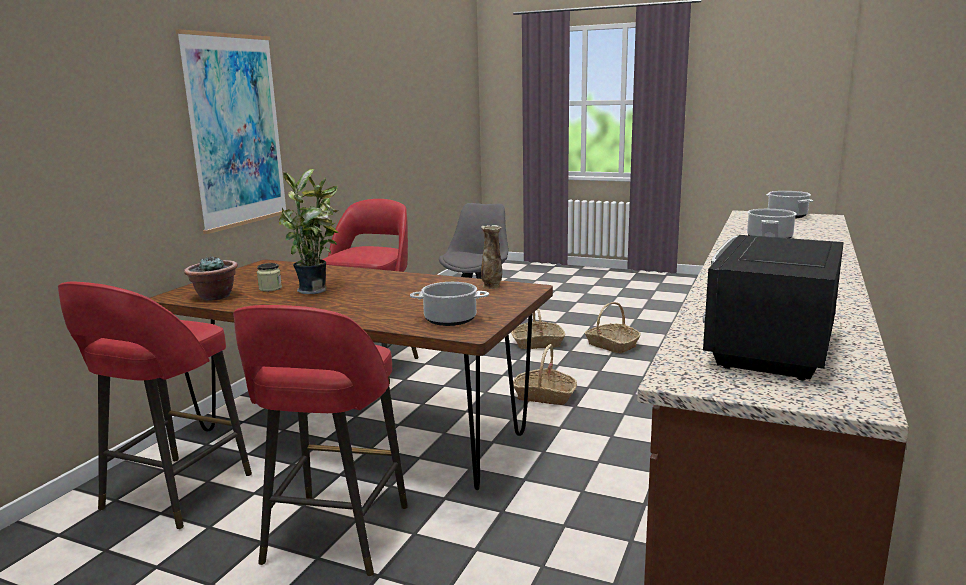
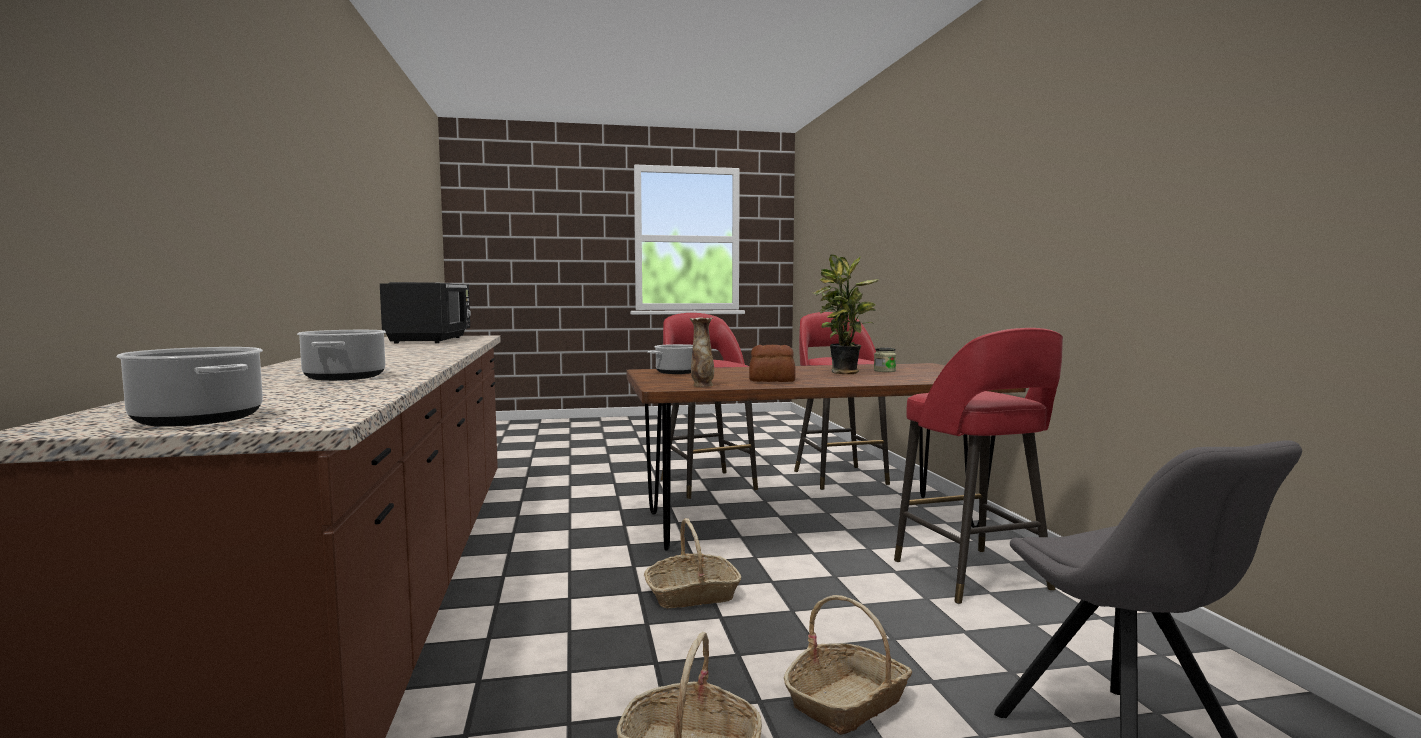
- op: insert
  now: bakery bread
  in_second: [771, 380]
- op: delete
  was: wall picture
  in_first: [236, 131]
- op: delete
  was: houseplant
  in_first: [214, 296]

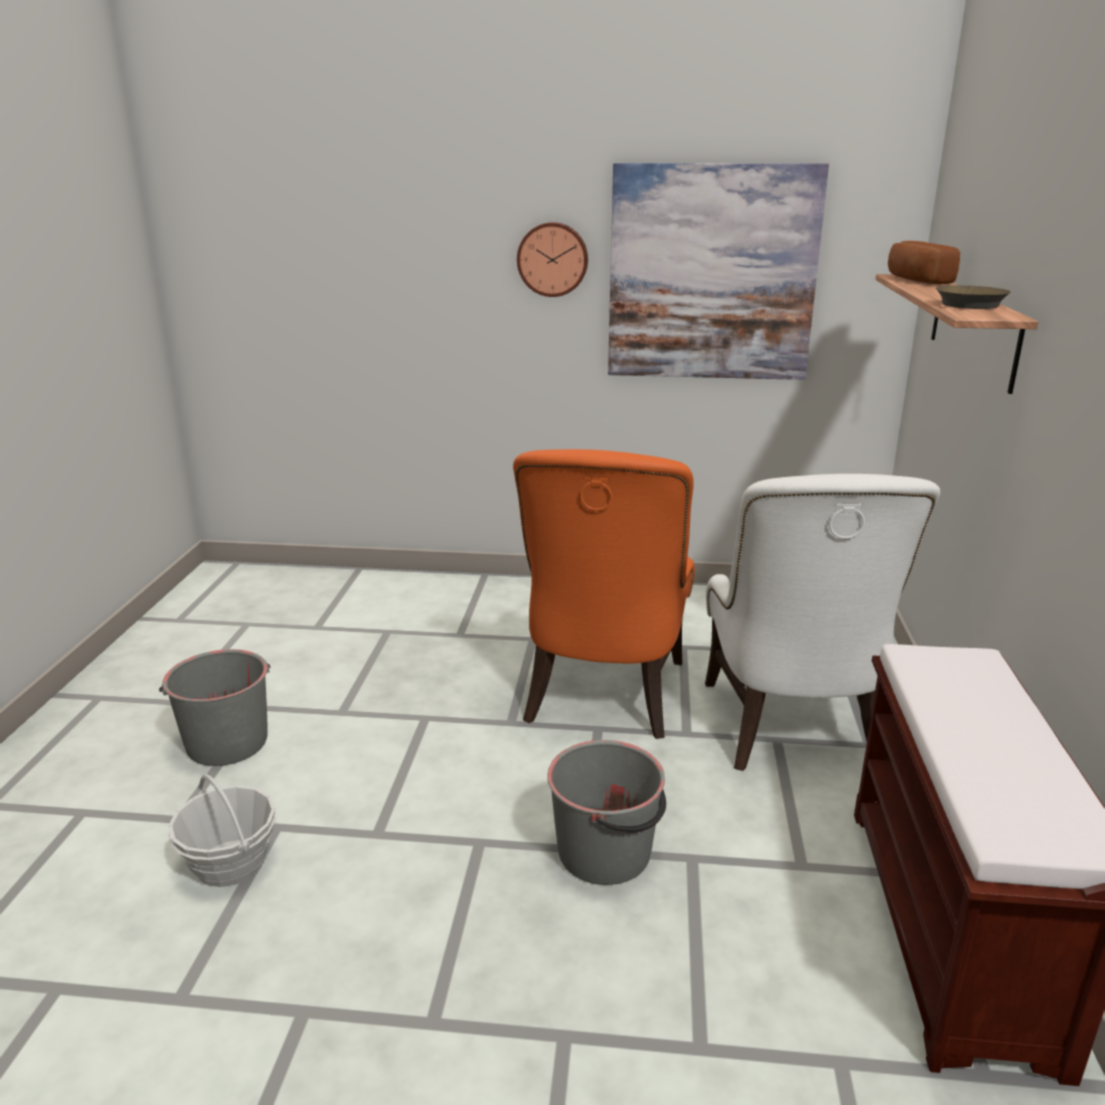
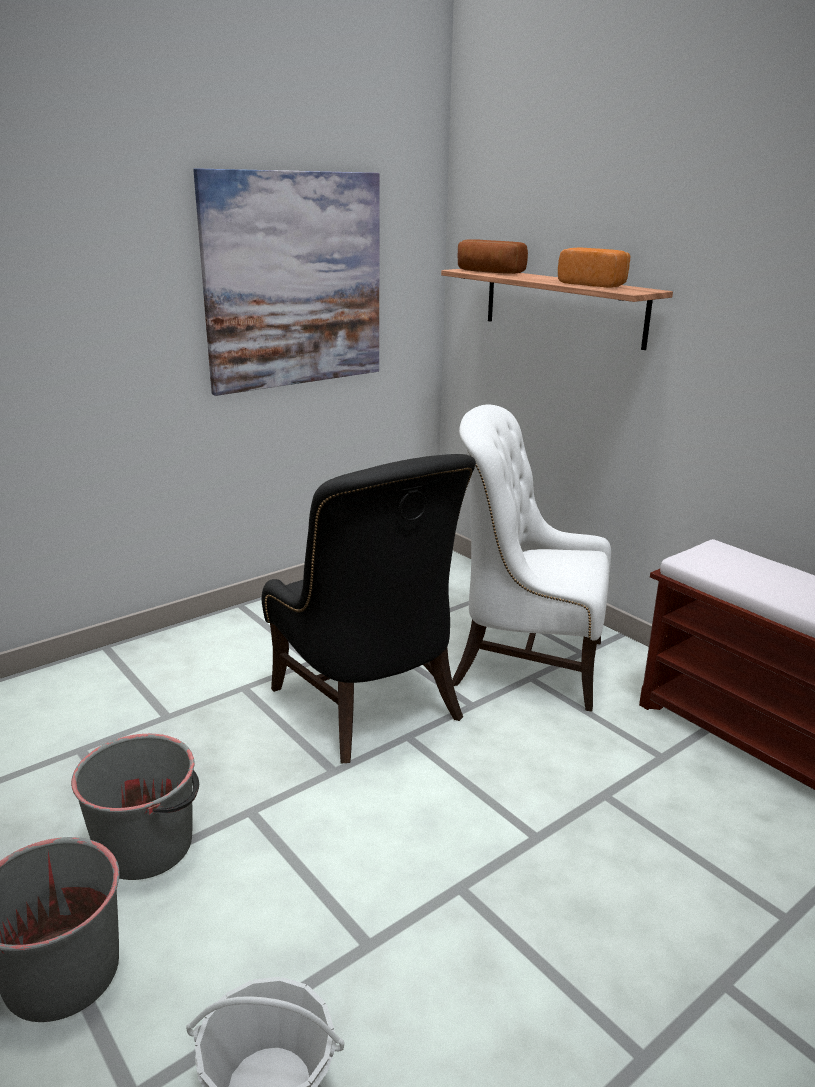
- op: move
  was: pail in gray
  in_first: [606, 853]
  in_second: [147, 845]
- op: recolor
  was: plain chair in orangey
  now: plain chair in black
  in_first: [604, 692]
  in_second: [369, 704]
- op: rotate
  was: plain chair in white-coloured
  in_first: [793, 726]
  in_second: [525, 663]
  clockwise: 150
- op: replace
  was: frying pan in brown-coloured
  now: bakery bread
  in_first: [968, 304]
  in_second: [594, 284]
- op: delete
  was: hanging clock
  in_first: [552, 259]

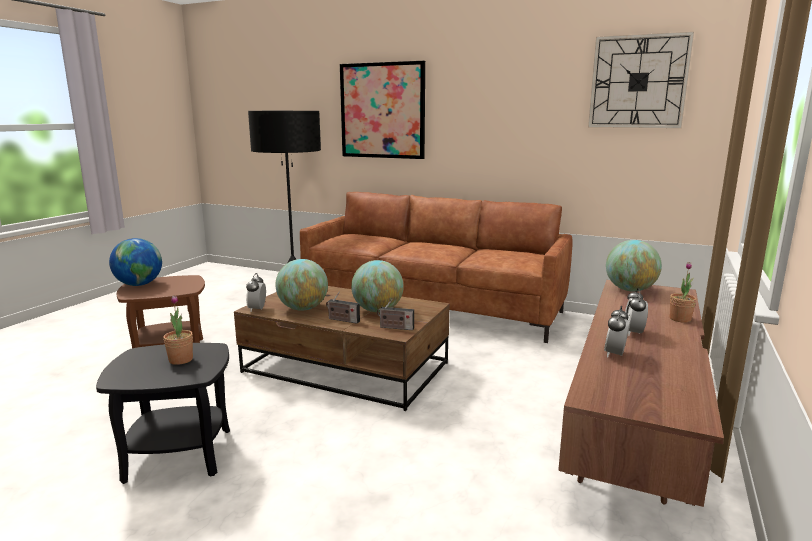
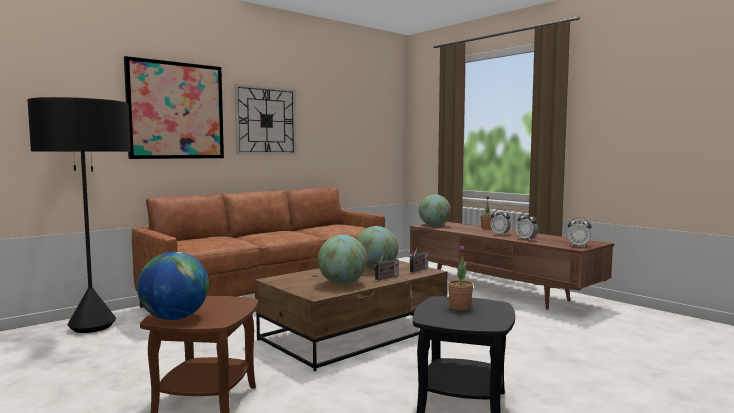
- op: move
  was: hanging clock
  in_first: [638, 82]
  in_second: [266, 121]
- op: move
  was: table clock
  in_first: [257, 309]
  in_second: [578, 246]

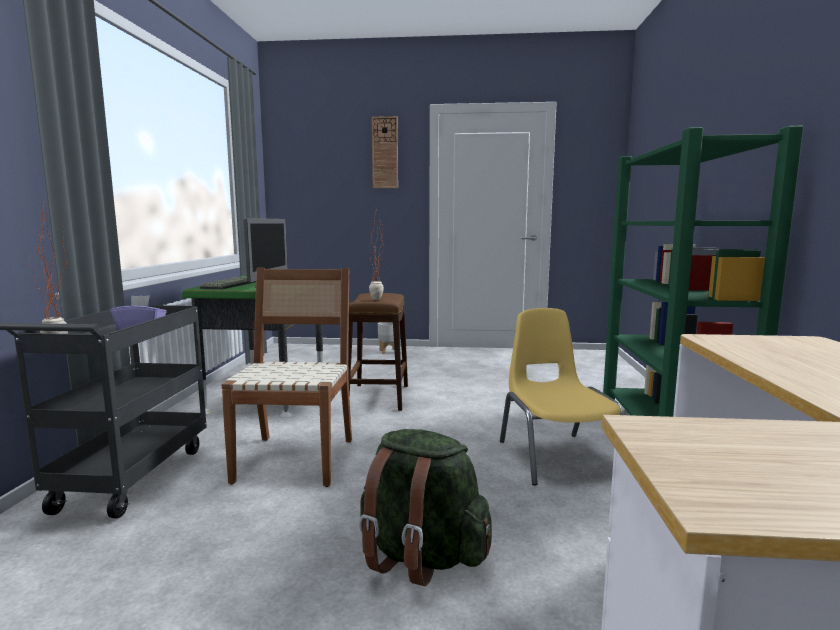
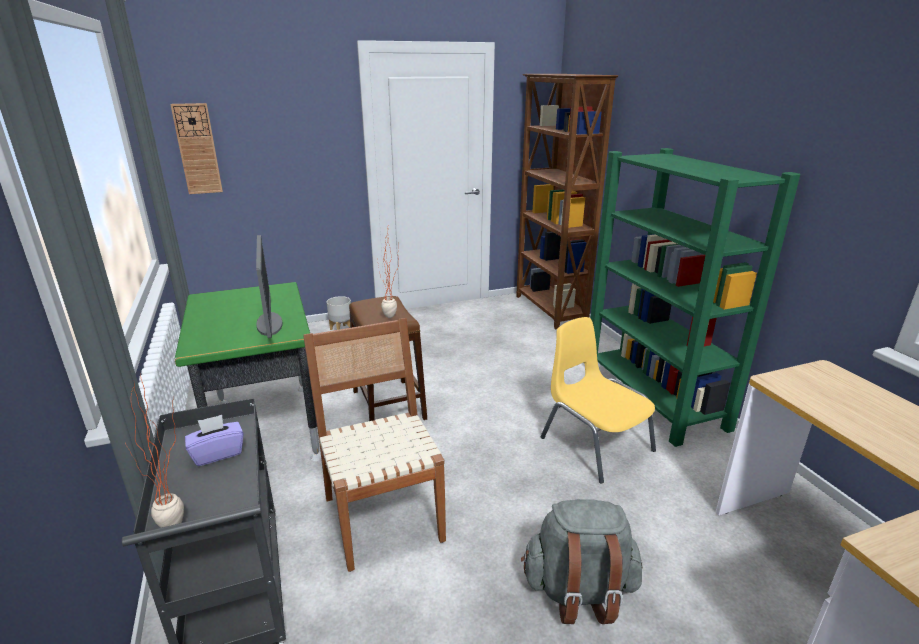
- op: move
  was: hanging clock
  in_first: [385, 152]
  in_second: [197, 149]
- op: insert
  now: shelving unit in brown-coloured
  in_second: [549, 310]
- op: recolor
  was: backpack in green-coloured
  now: backpack in gray
  in_first: [421, 556]
  in_second: [579, 591]
- op: delete
  was: computer keyboard
  in_first: [230, 284]

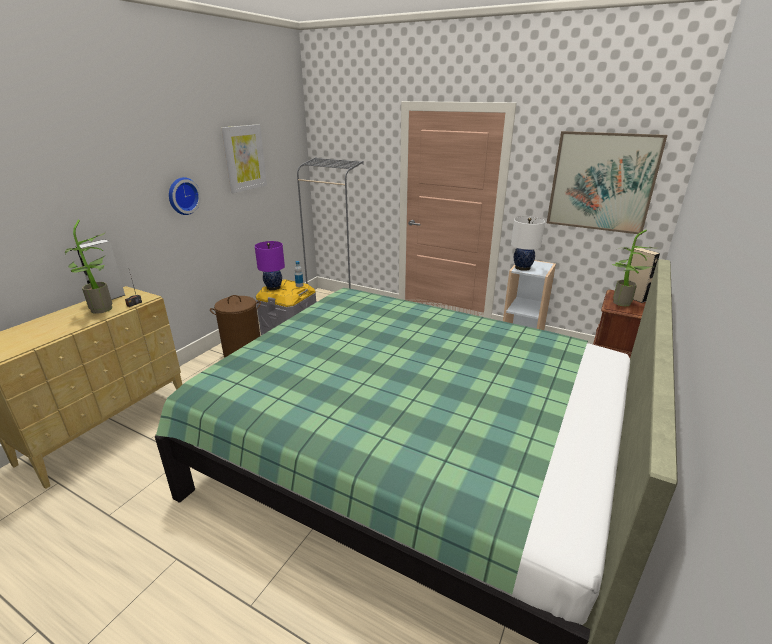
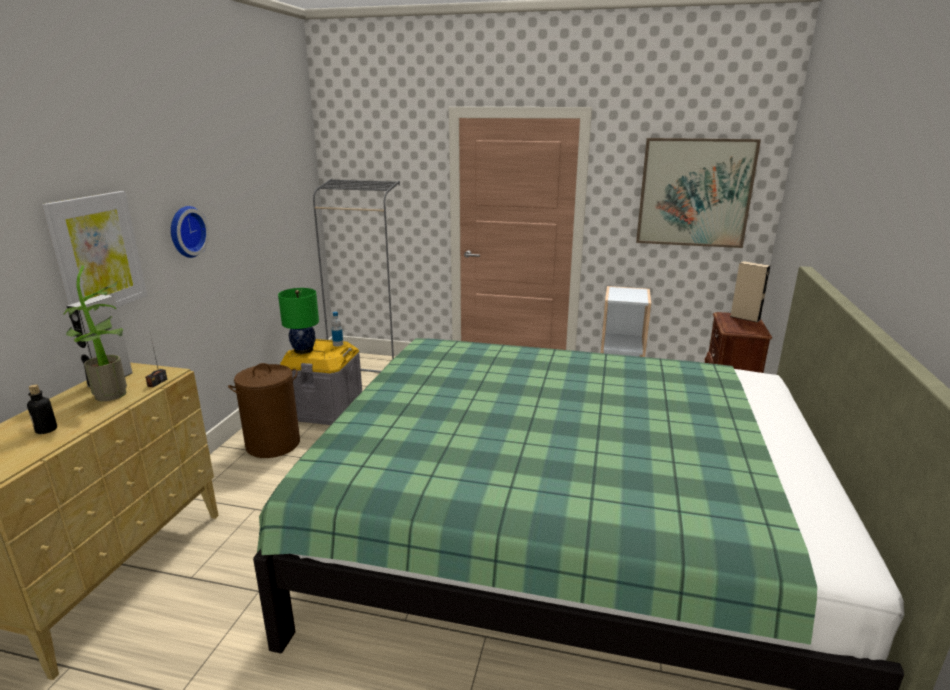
- op: insert
  now: beverage bottle
  in_second: [46, 430]
- op: move
  was: wall picture
  in_first: [244, 158]
  in_second: [97, 254]
- op: recolor
  was: tabletop lamp in purplish
  now: tabletop lamp in green-coloured
  in_first: [273, 287]
  in_second: [304, 350]
- op: delete
  was: tabletop lamp in white-coloured
  in_first: [522, 268]
- op: delete
  was: houseplant
  in_first: [620, 303]

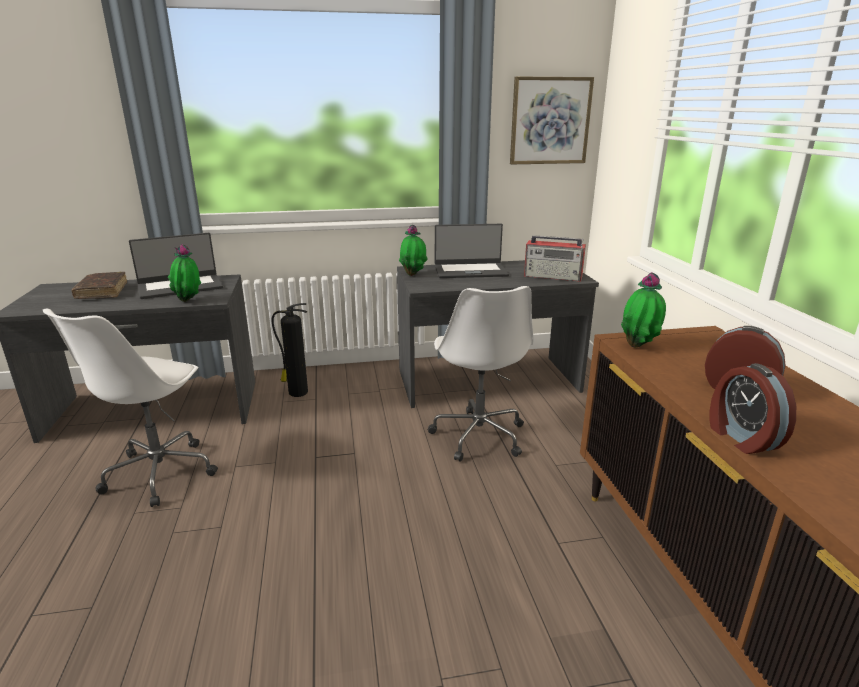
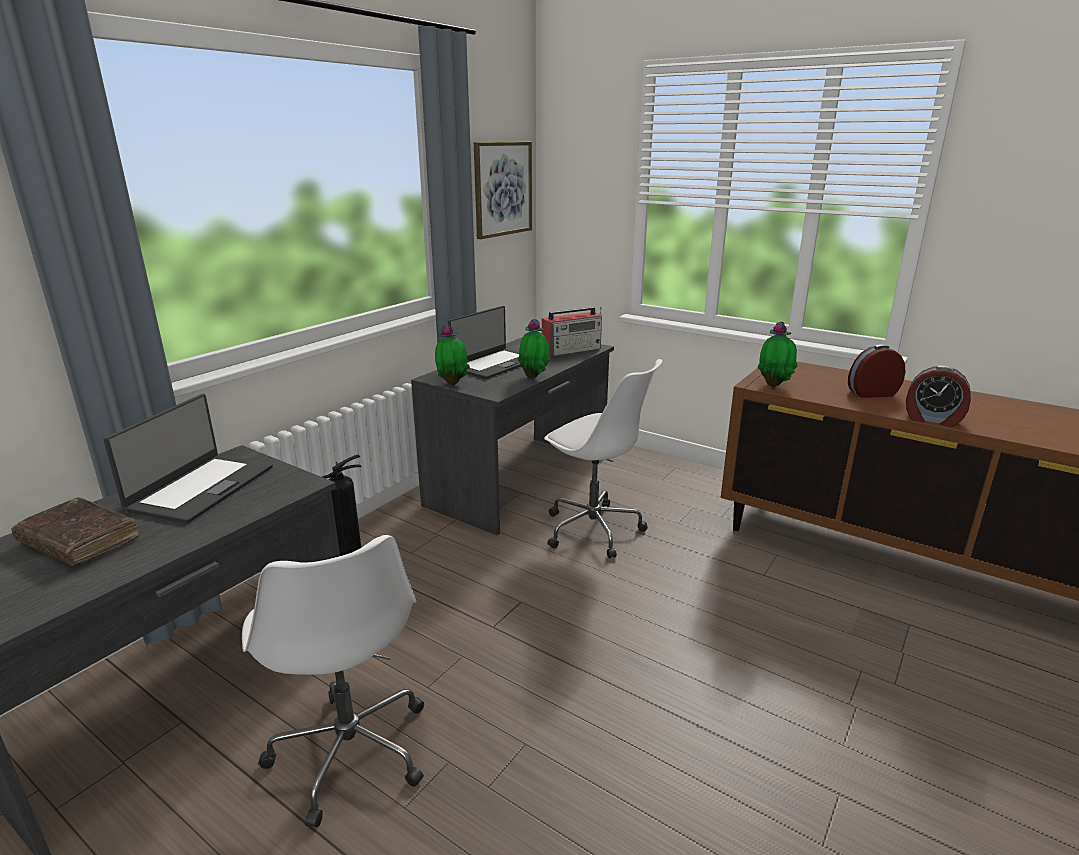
- op: move
  was: houseplant
  in_first: [189, 301]
  in_second: [534, 377]

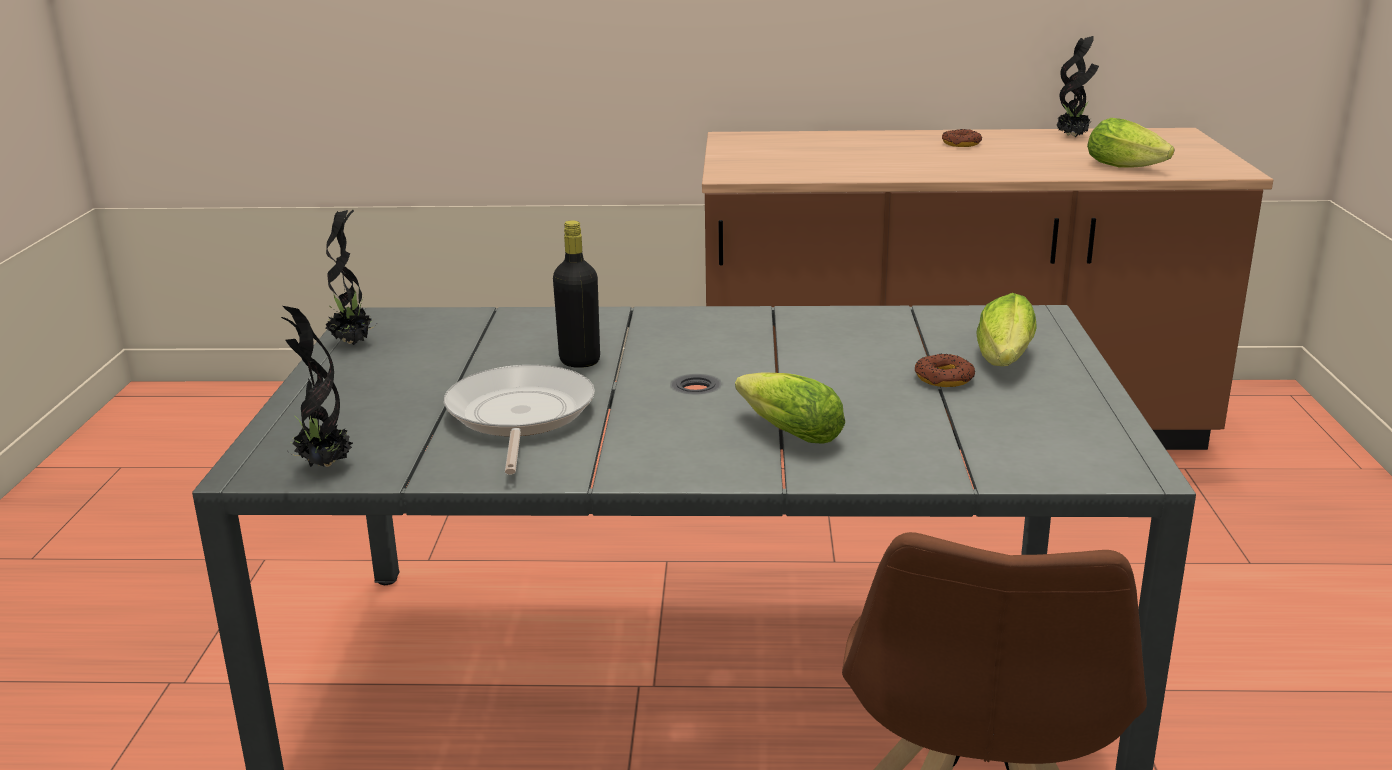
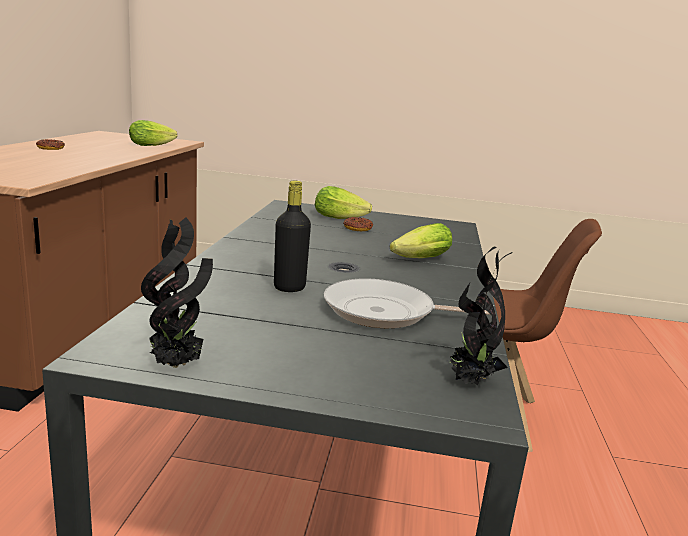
- op: delete
  was: houseplant
  in_first: [1073, 136]

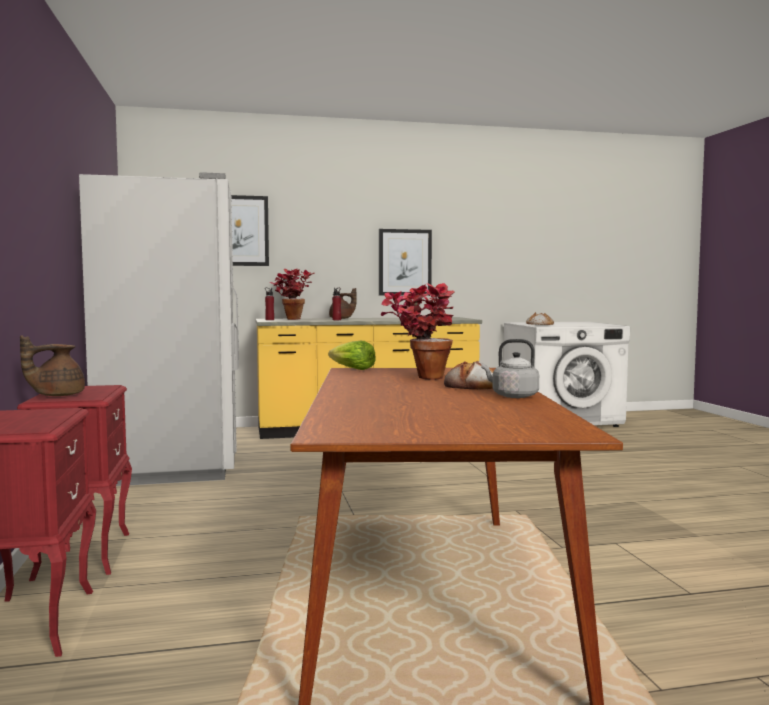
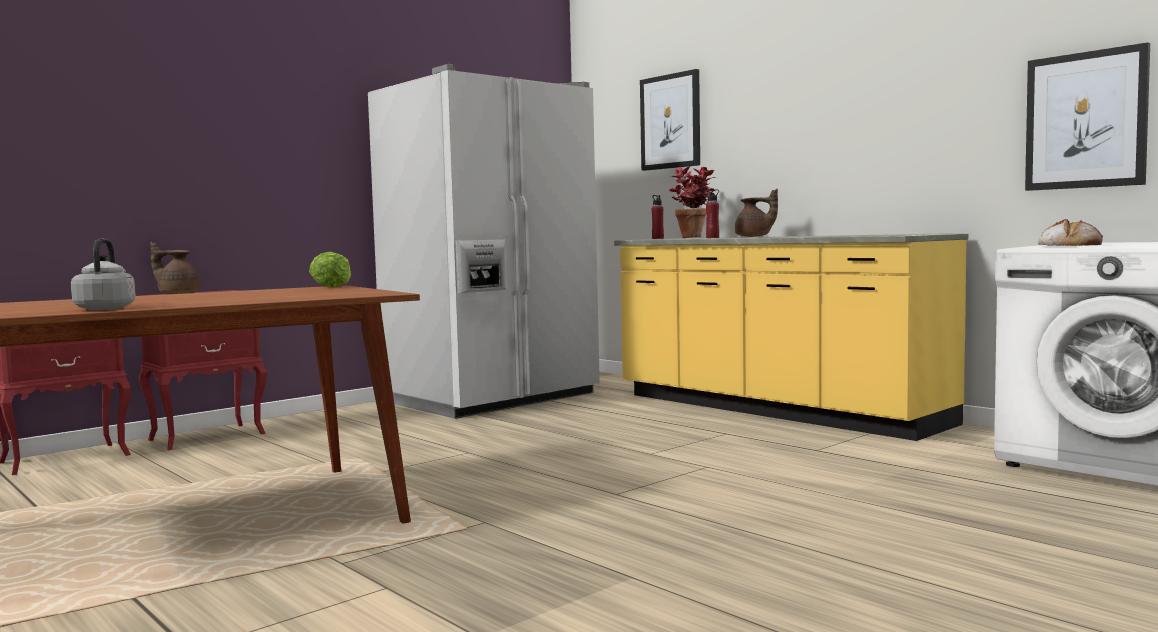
- op: move
  was: wall picture
  in_first: [404, 262]
  in_second: [1085, 120]
- op: delete
  was: houseplant
  in_first: [420, 377]
- op: delete
  was: bakery bread
  in_first: [473, 386]

